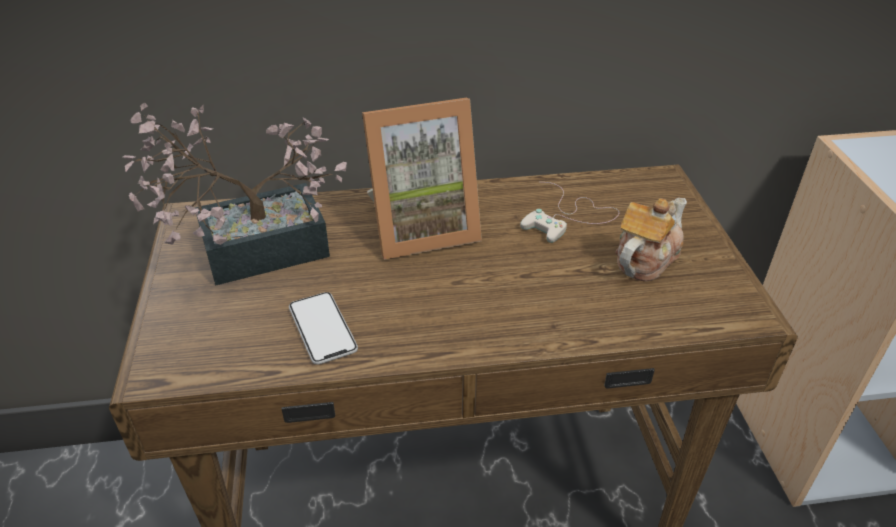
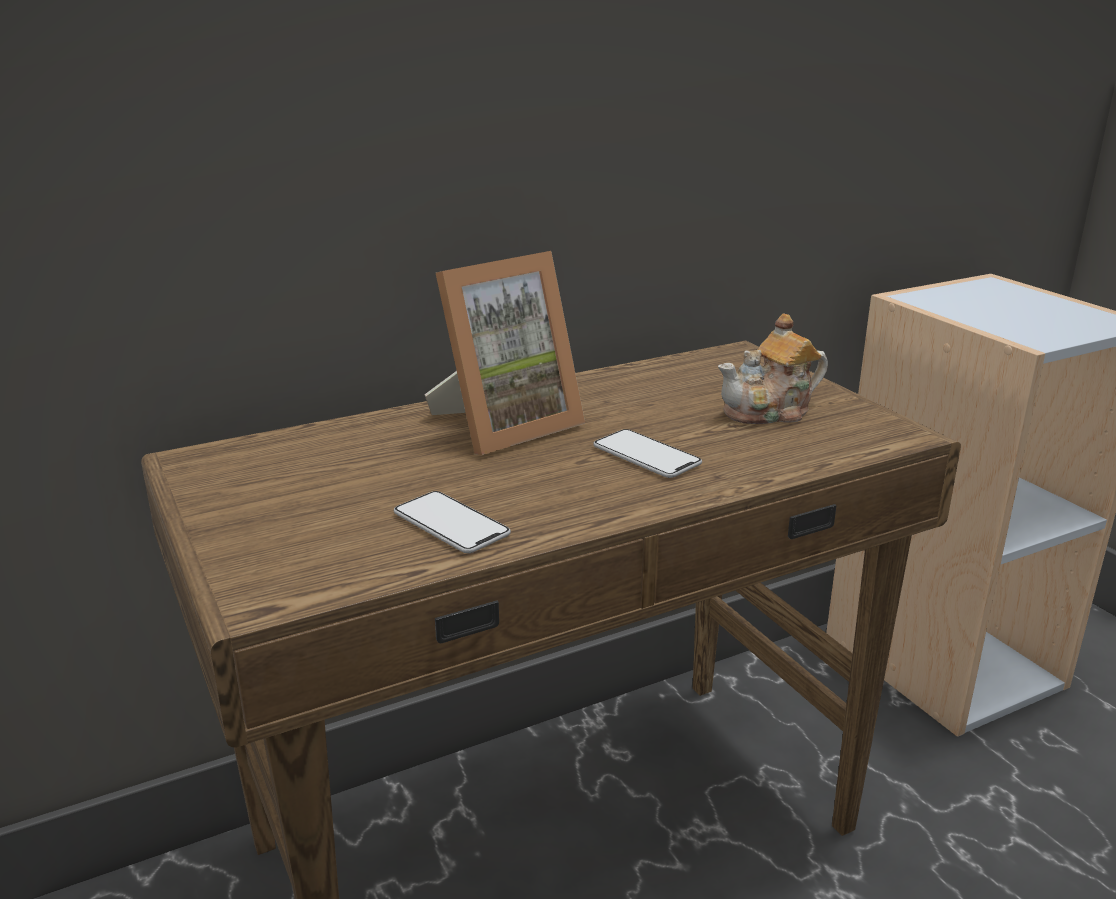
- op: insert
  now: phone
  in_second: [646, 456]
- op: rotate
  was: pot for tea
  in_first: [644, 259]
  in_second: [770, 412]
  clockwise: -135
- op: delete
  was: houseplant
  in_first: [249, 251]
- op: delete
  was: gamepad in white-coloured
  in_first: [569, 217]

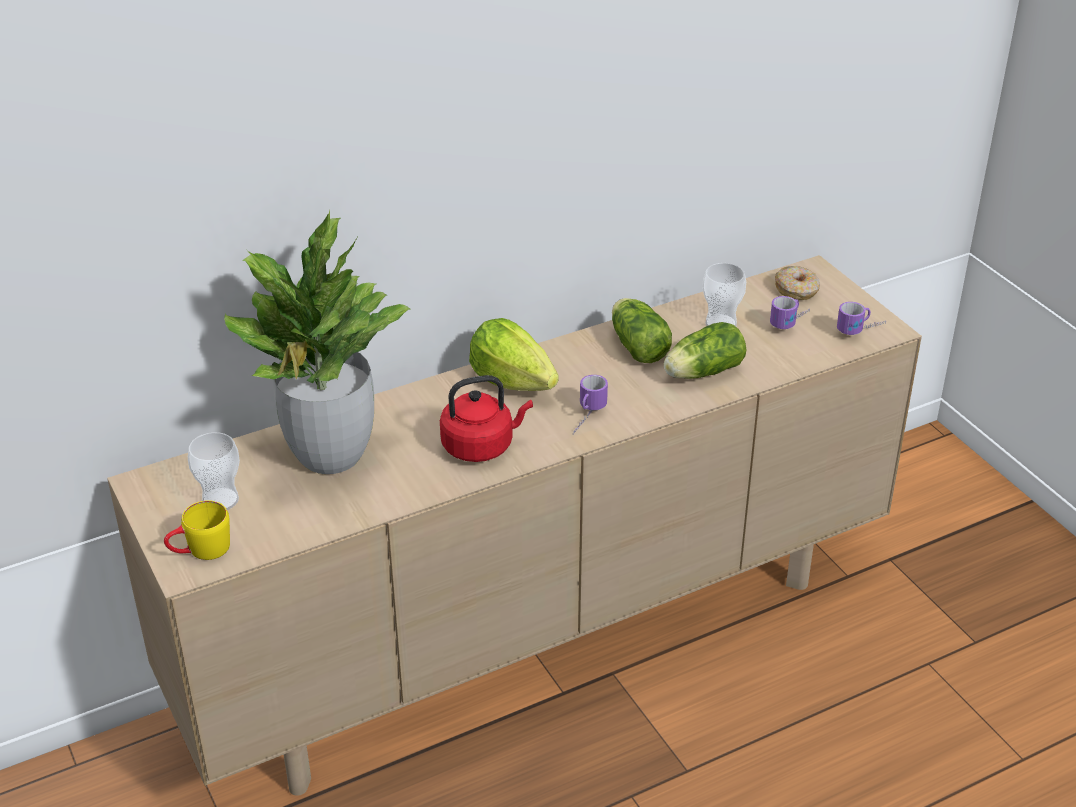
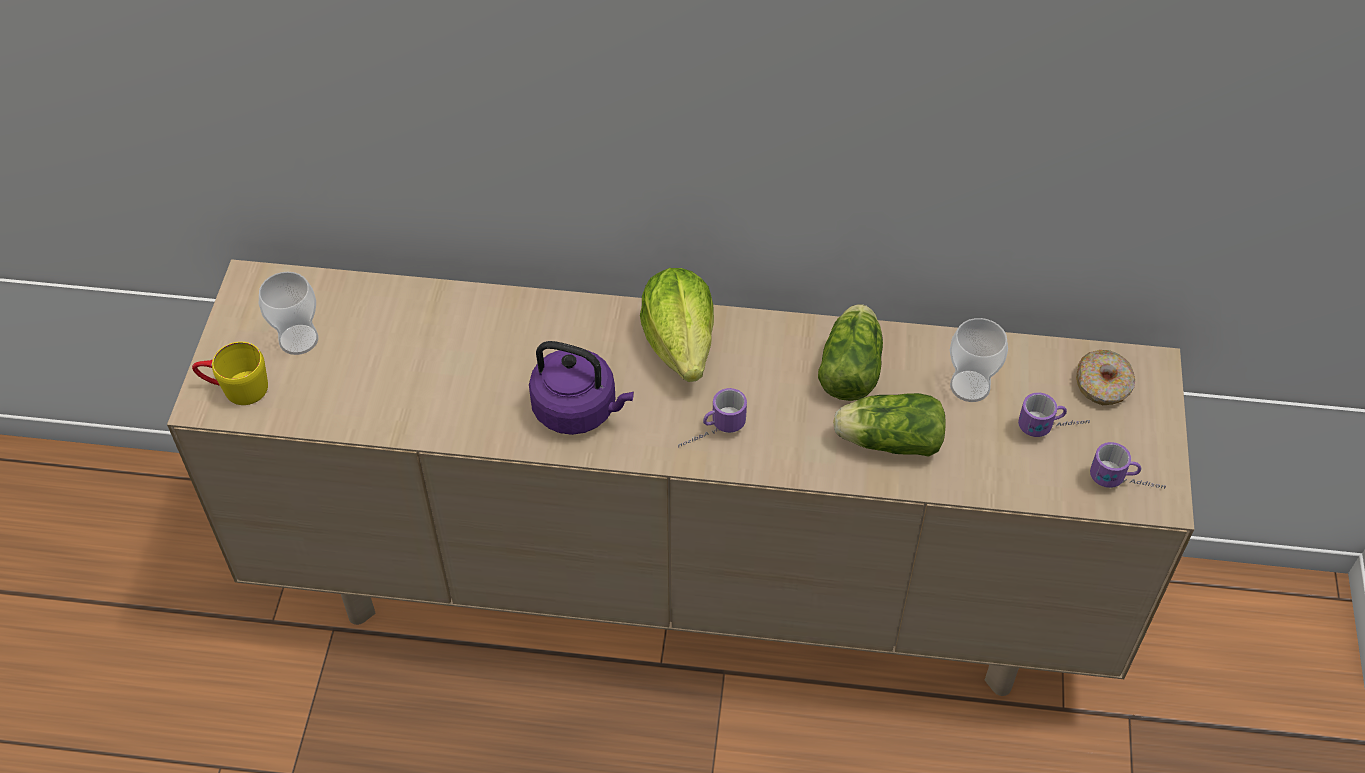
- op: recolor
  was: kettle in red
  now: kettle in purplish
  in_first: [481, 446]
  in_second: [579, 410]
- op: delete
  was: houseplant
  in_first: [330, 455]

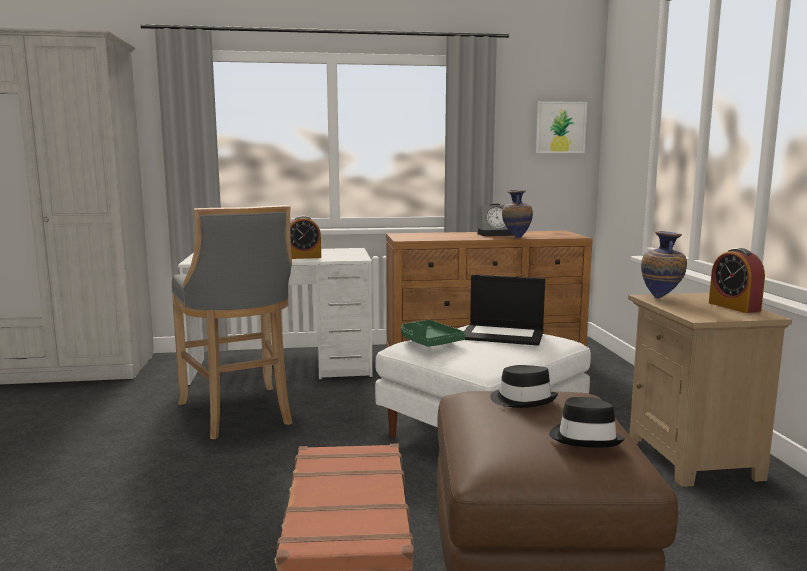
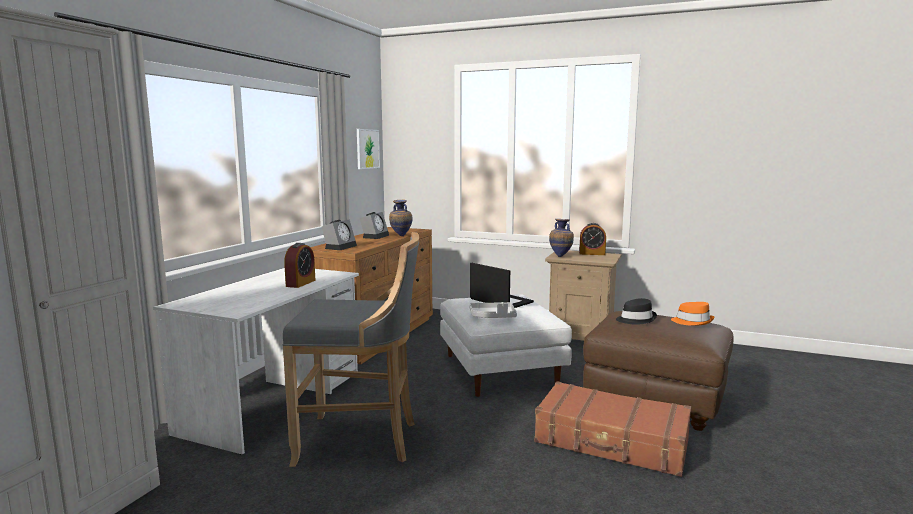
- op: insert
  now: table clock
  in_second: [340, 247]
- op: recolor
  was: carrying tray in green-coloured
  now: carrying tray in gray
  in_first: [429, 342]
  in_second: [493, 317]
- op: rotate
  was: notebook computer
  in_first: [503, 335]
  in_second: [500, 301]
  clockwise: -90
- op: recolor
  was: hat in black
  now: hat in orangey
  in_first: [585, 438]
  in_second: [692, 321]

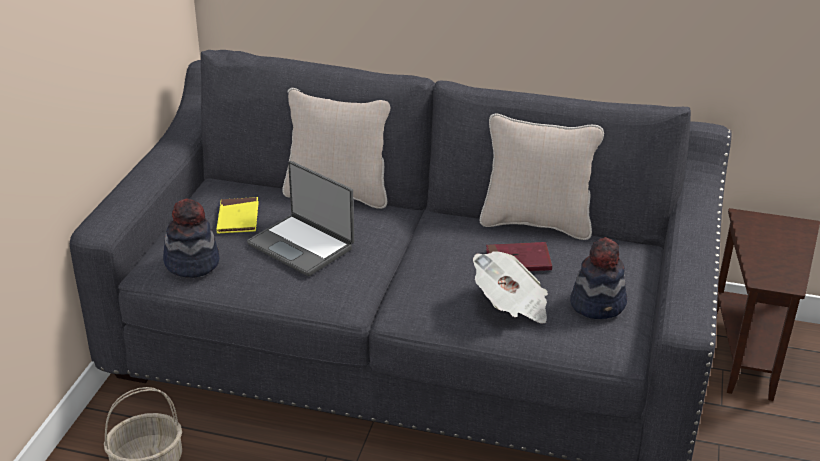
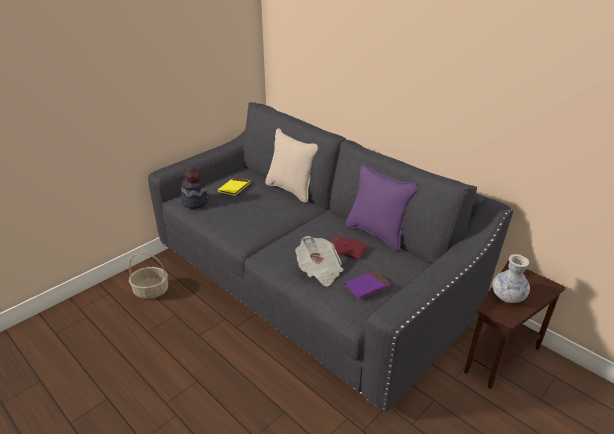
- op: replace
  was: hat
  now: bound book in purplish
  in_first: [598, 303]
  in_second: [367, 286]
- op: recolor
  was: throw pillow in sand-coloured
  now: throw pillow in purplish
  in_first: [536, 223]
  in_second: [377, 233]
- op: insert
  now: flower vase
  in_second: [507, 296]
- op: delete
  was: notebook computer
  in_first: [302, 245]

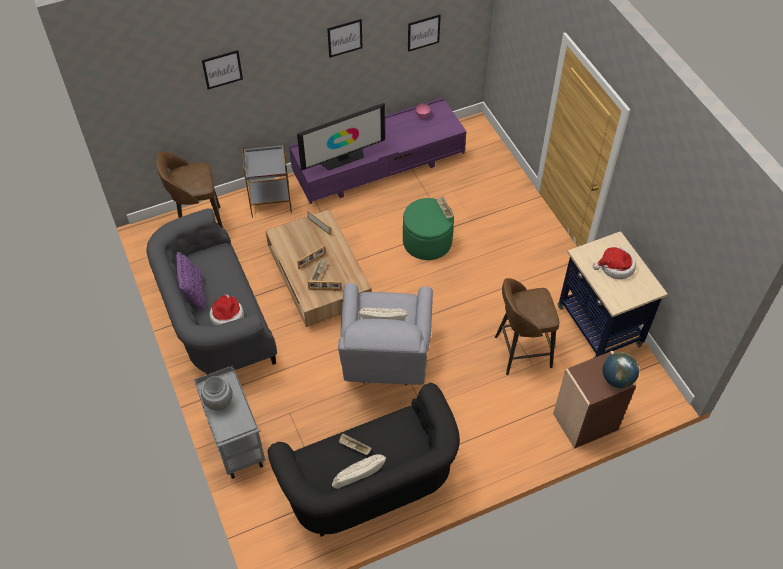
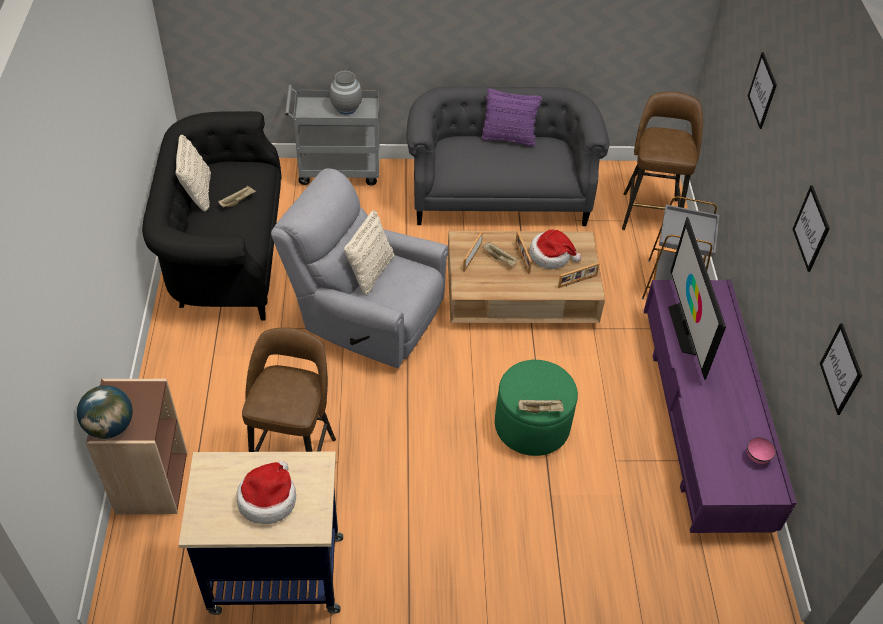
- op: move
  was: hat
  in_first: [227, 316]
  in_second: [551, 255]

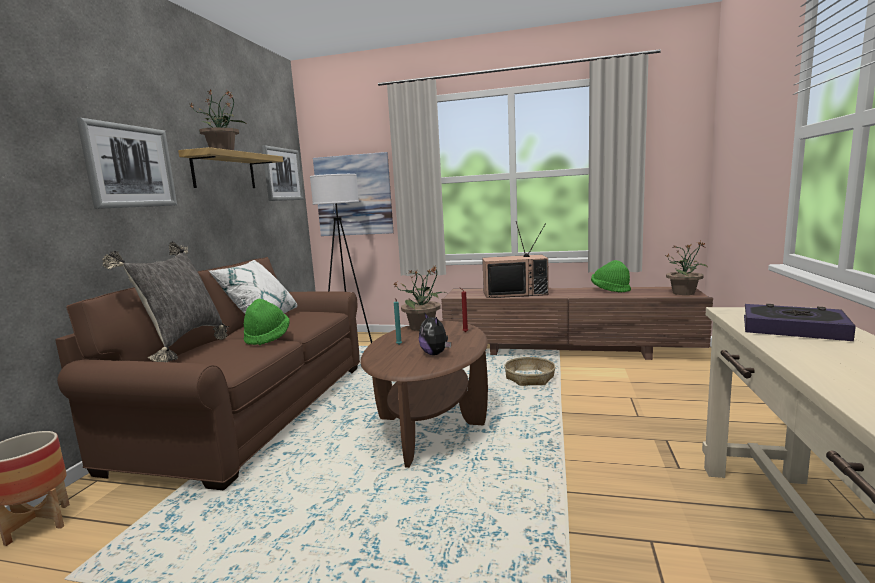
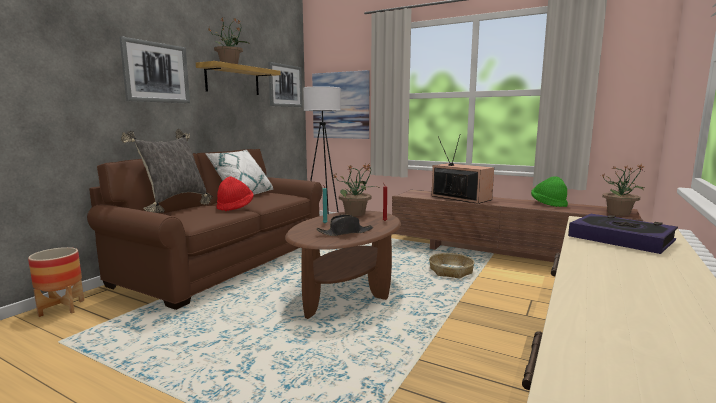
- op: recolor
  was: hat in green-coloured
  now: hat in red
  in_first: [267, 337]
  in_second: [235, 207]
- op: replace
  was: cuddly toy
  now: hat in black
  in_first: [435, 354]
  in_second: [345, 232]
- op: rotate
  was: television
  in_first: [515, 293]
  in_second: [459, 198]
  clockwise: -150

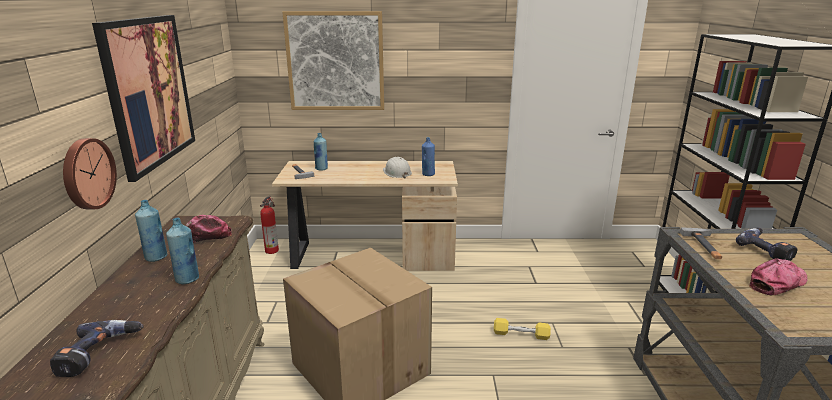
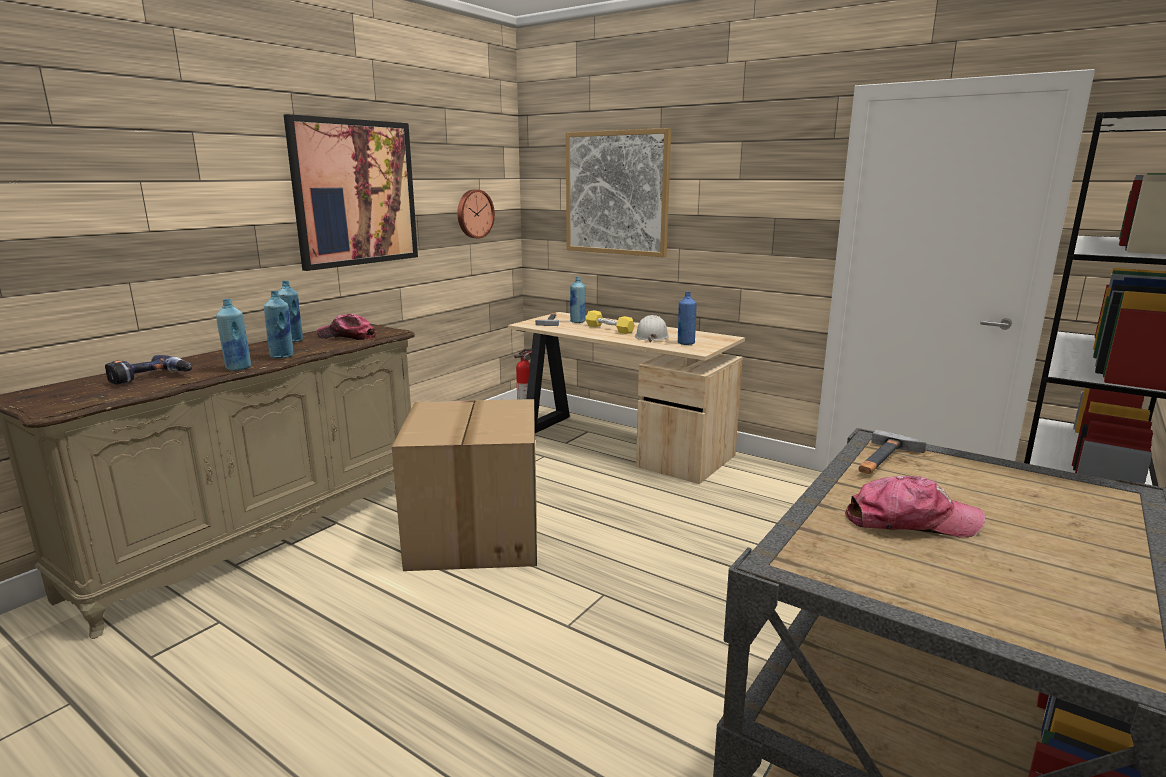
- op: insert
  now: beverage bottle in blue-coloured
  in_second: [238, 368]
- op: move
  was: hanging clock
  in_first: [87, 174]
  in_second: [474, 214]
- op: move
  was: free weight in yellow-coloured
  in_first: [521, 334]
  in_second: [609, 329]
- op: delete
  was: power drill
  in_first: [766, 250]

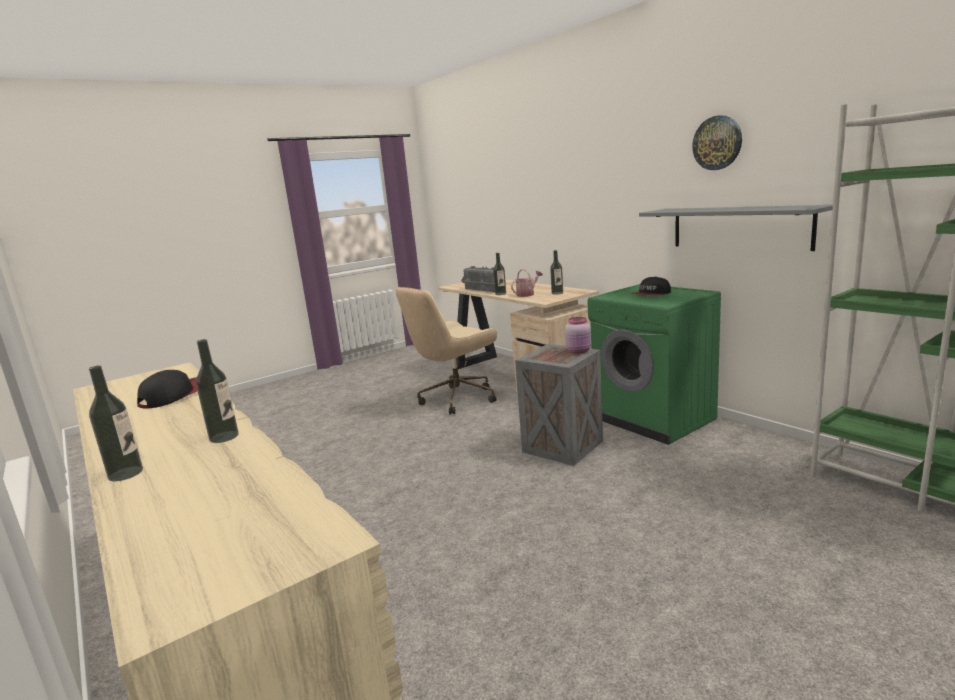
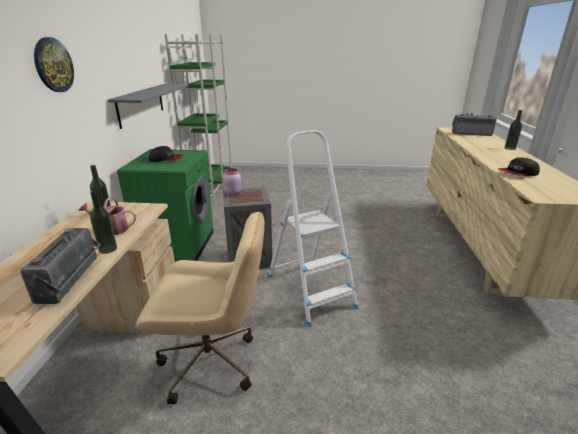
- op: move
  was: hanging clock
  in_first: [717, 143]
  in_second: [53, 65]
- op: insert
  now: step ladder in white-coloured
  in_second: [310, 291]
- op: insert
  now: radio receiver
  in_second: [471, 133]
- op: delete
  was: beverage bottle
  in_first: [224, 437]

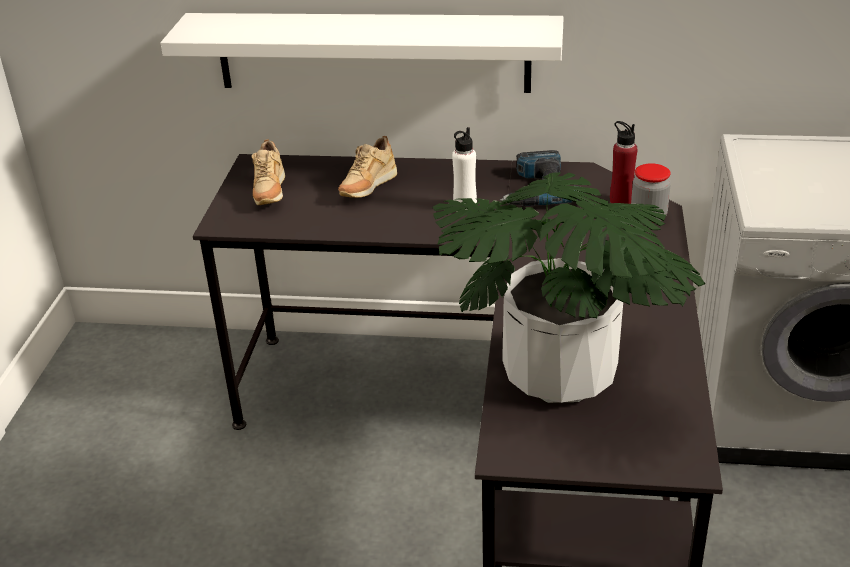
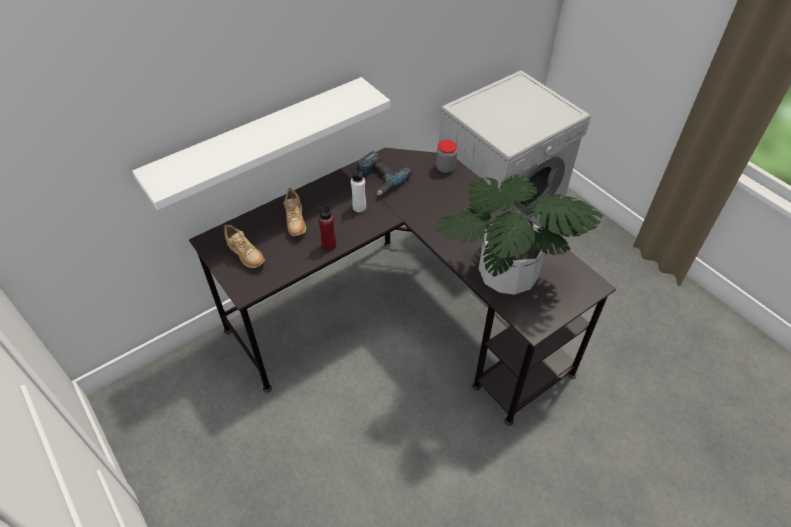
- op: move
  was: beverage bottle in red
  in_first: [621, 201]
  in_second: [329, 245]

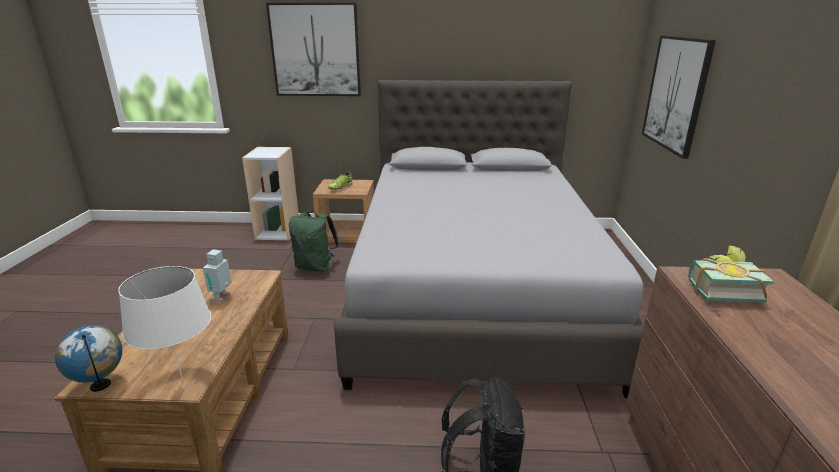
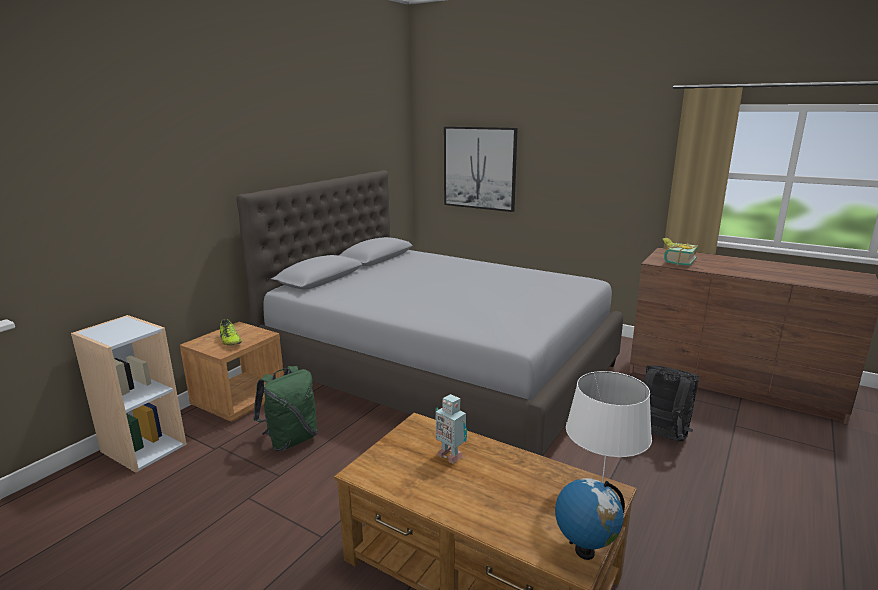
- op: delete
  was: wall picture
  in_first: [315, 50]

